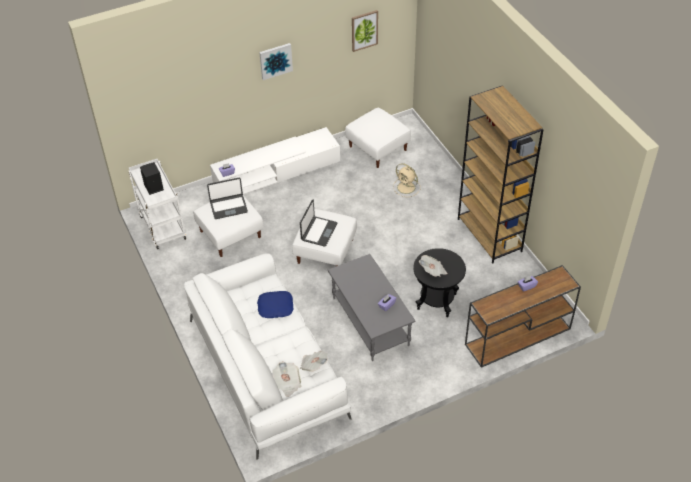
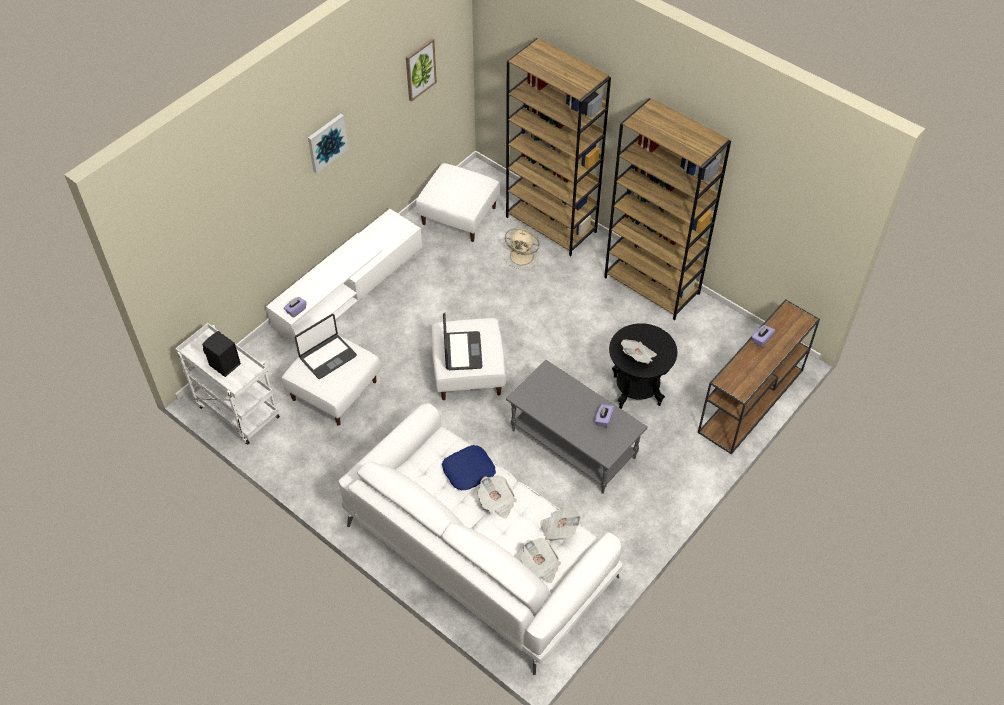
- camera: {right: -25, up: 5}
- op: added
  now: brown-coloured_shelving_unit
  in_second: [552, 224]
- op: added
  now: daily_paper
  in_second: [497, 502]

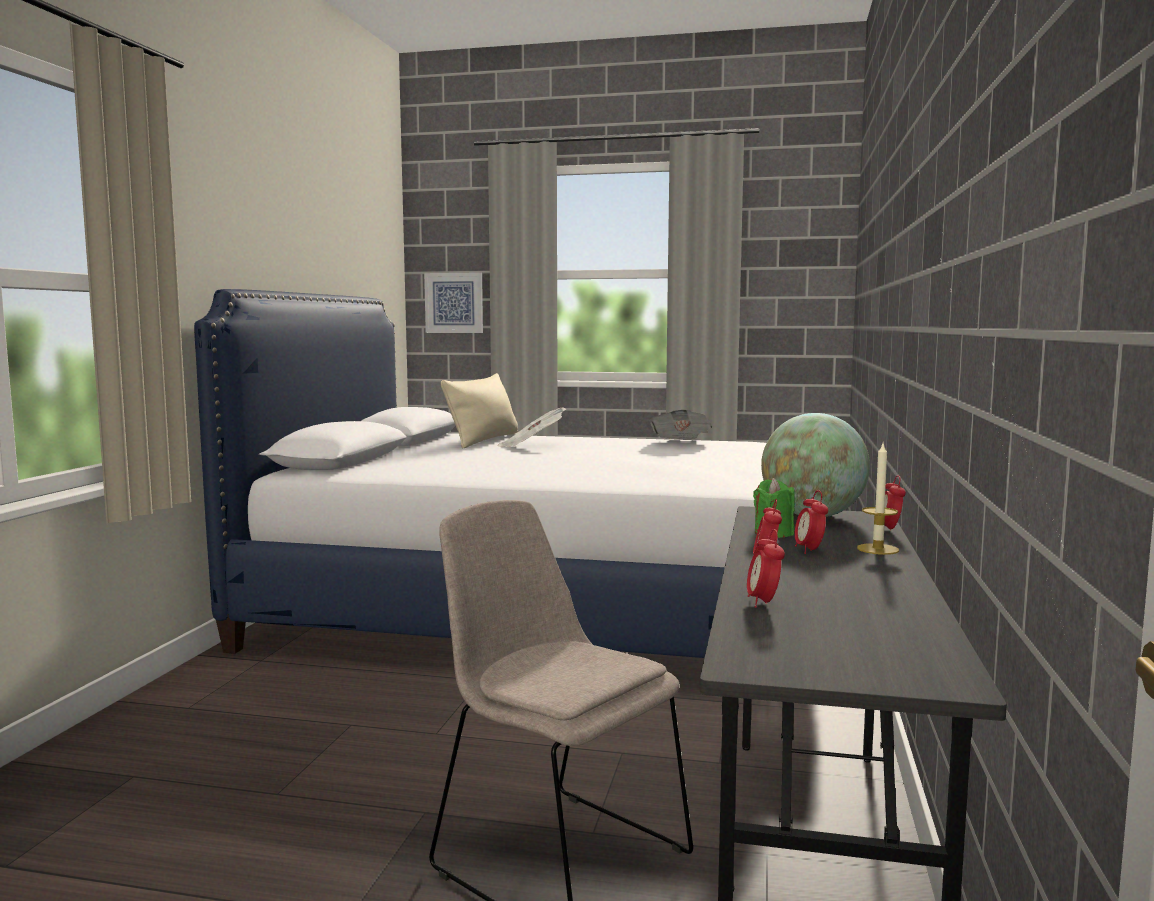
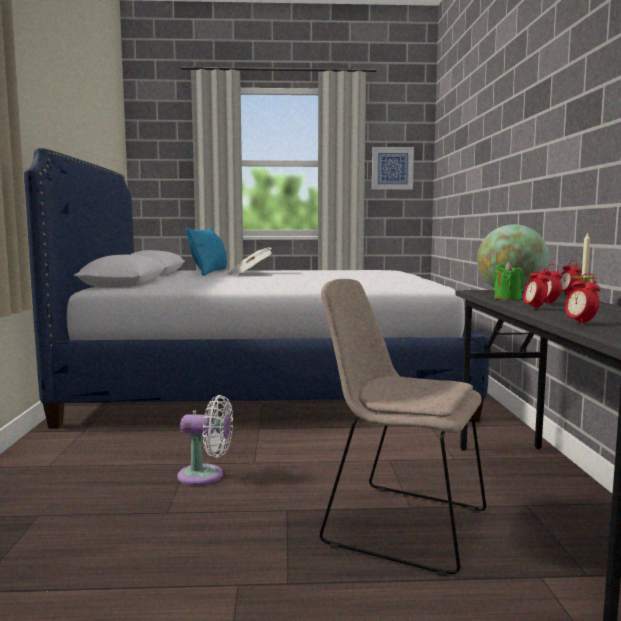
- camera: {right: -15, up: 0}
- op: moved
  was: wall_art
  in_first: [454, 303]
  in_second: [392, 168]
- op: recoloured
  was: sand-coloured_throw_pillow
  now: blue-coloured_throw_pillow
  in_first: [483, 440]
  in_second: [209, 272]
- op: removed
  was: daily_paper
  in_first: [680, 443]
- op: added
  now: whitish_electric_fan
  in_second: [205, 476]

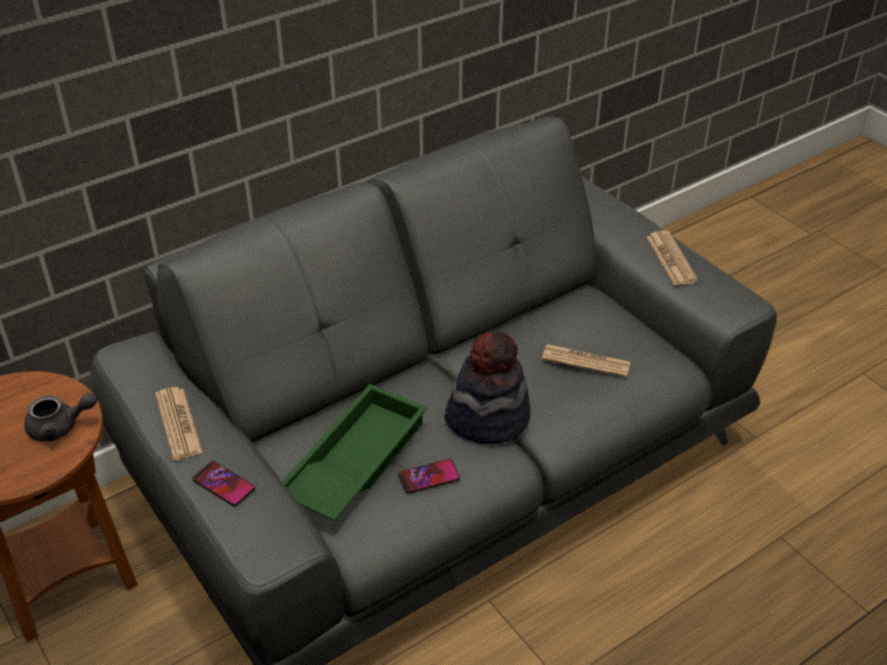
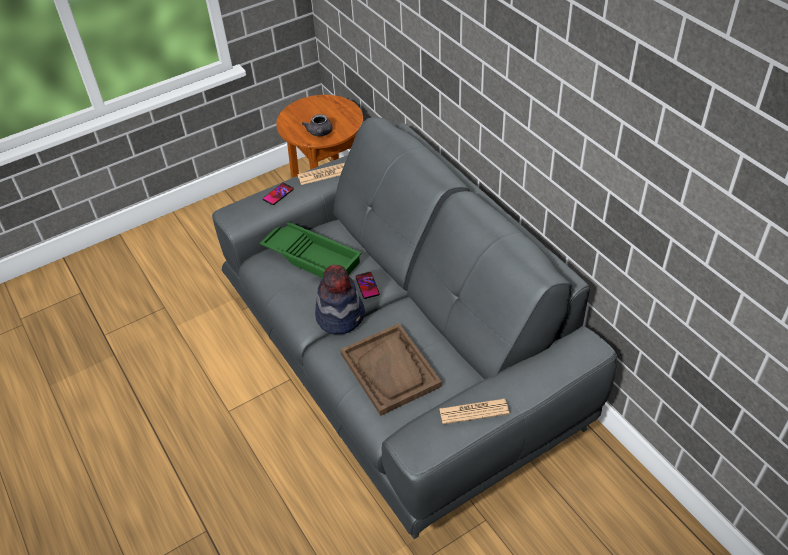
- camera: {right: 95, up: 5}
- op: replaced
  was: daily_paper
  now: brown-coloured_serving_tray
  in_first: [586, 361]
  in_second: [390, 370]
- op: moved
  was: telephone
  in_first: [429, 477]
  in_second: [367, 285]

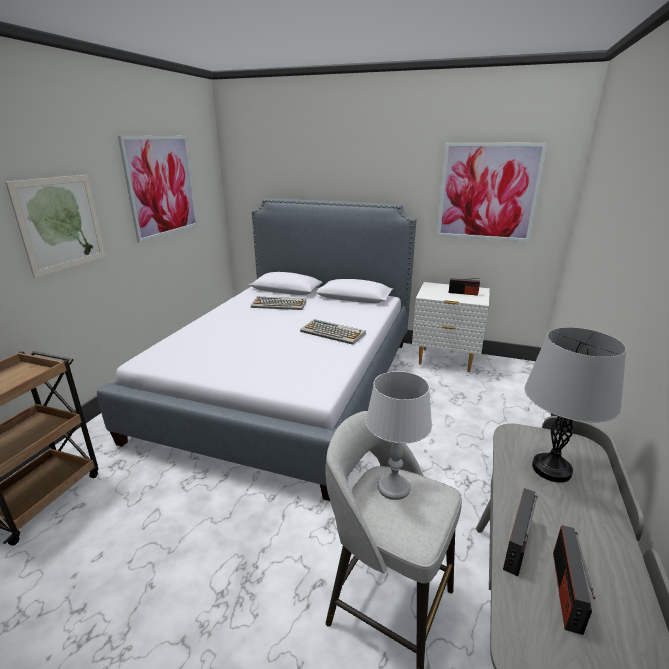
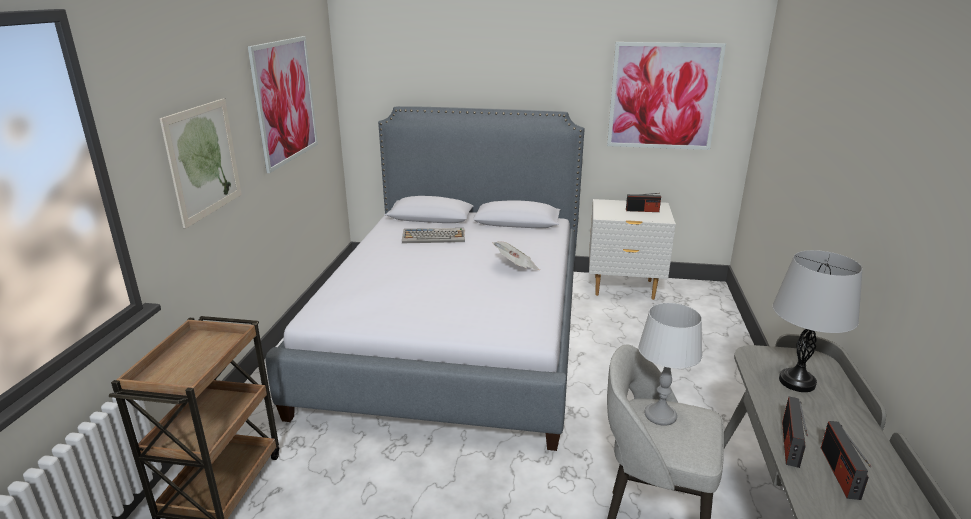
- camera: {right: -10, up: 0}
- op: replaced
  was: keyboard
  now: daily_paper
  in_first: [333, 333]
  in_second: [516, 267]

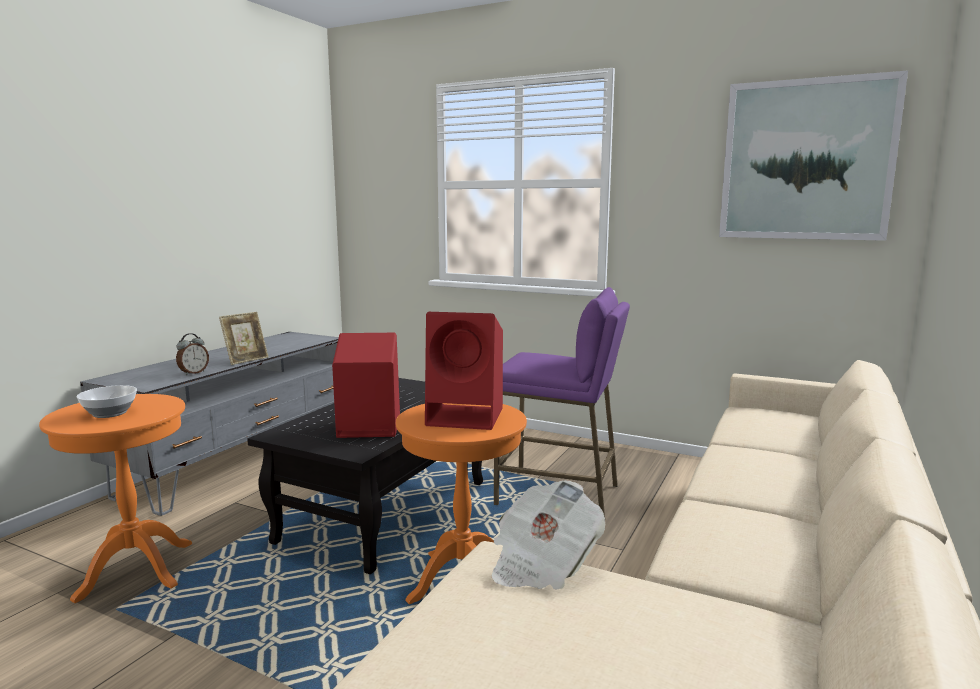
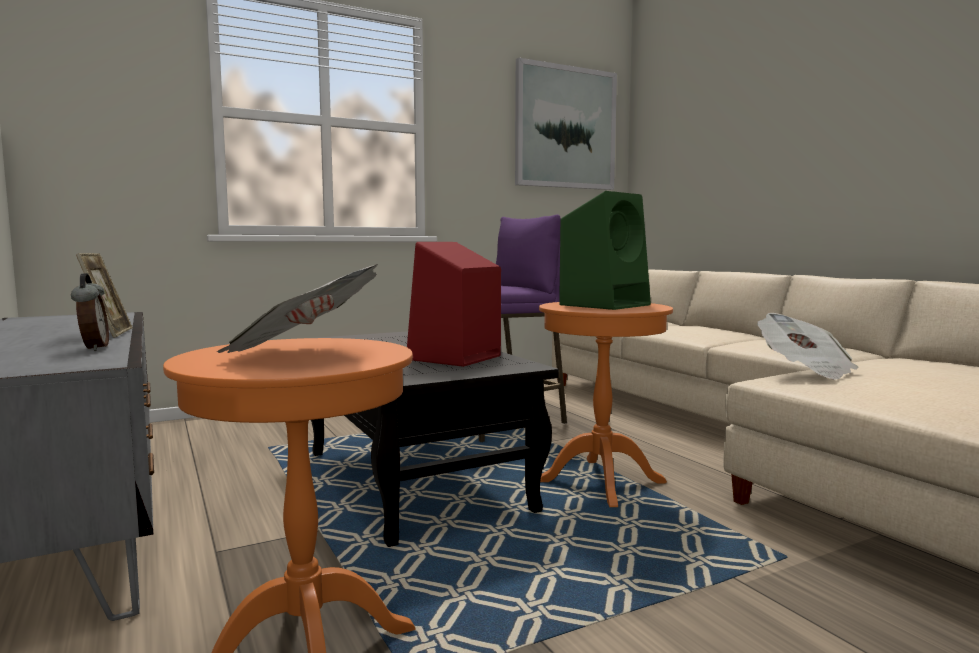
- camera: {right: -55, up: -5}
- op: recoloured
  was: red-coloured_loudspeaker
  now: green_loudspeaker
  in_first: [467, 417]
  in_second: [605, 305]
- op: replaced
  was: serving_bowl
  now: daily_paper
  in_first: [109, 413]
  in_second: [301, 355]

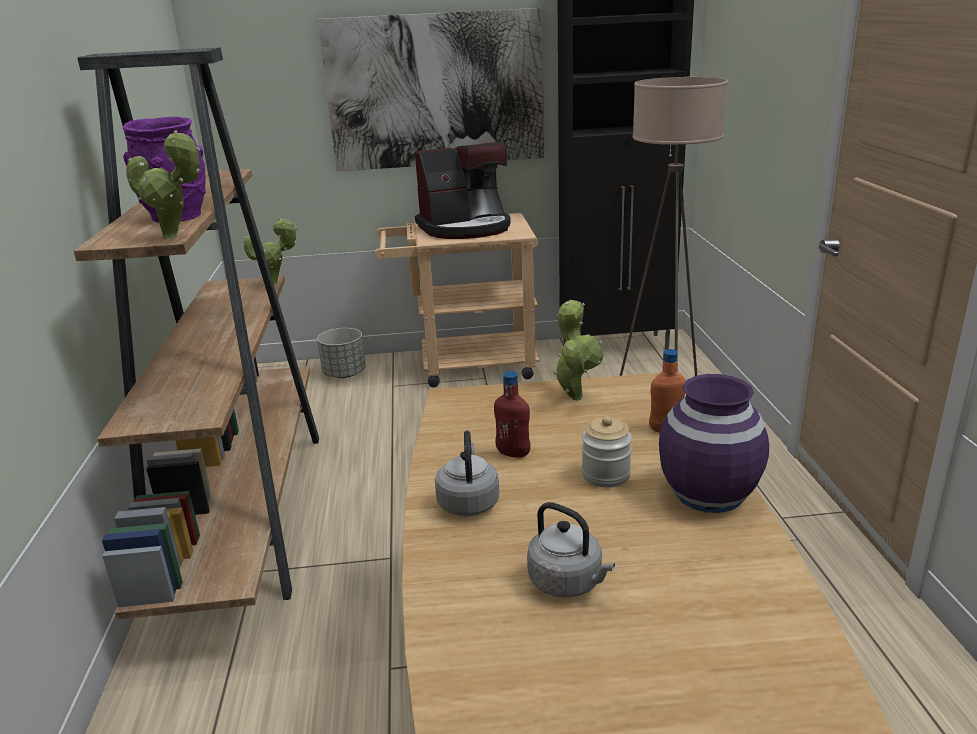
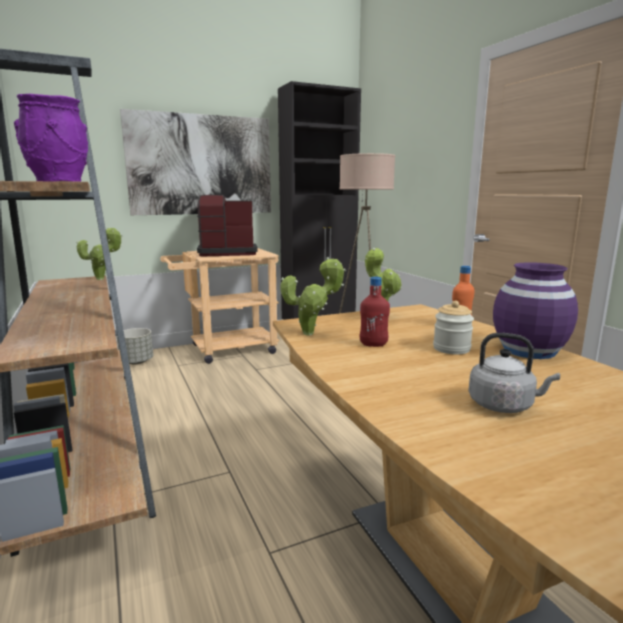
- camera: {right: -20, up: -10}
- op: moved
  was: houseplant
  in_first: [175, 237]
  in_second: [312, 333]
- op: turned
  was: coffee_maker
  in_first: [466, 228]
  in_second: [227, 253]
  clockwise: -150
- op: removed
  was: gray_water_kettle
  in_first: [468, 502]

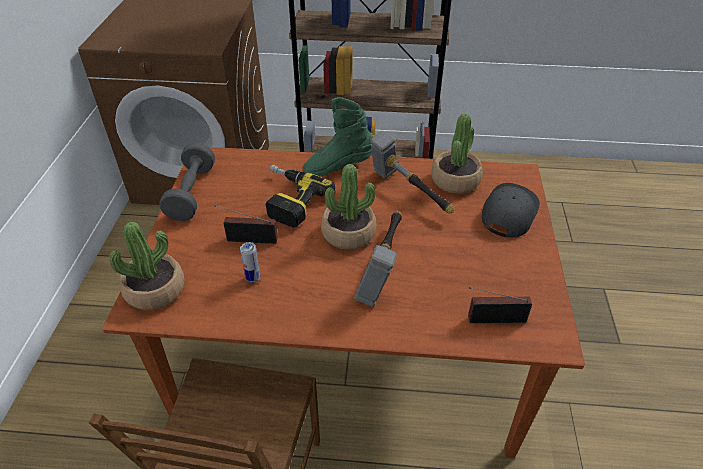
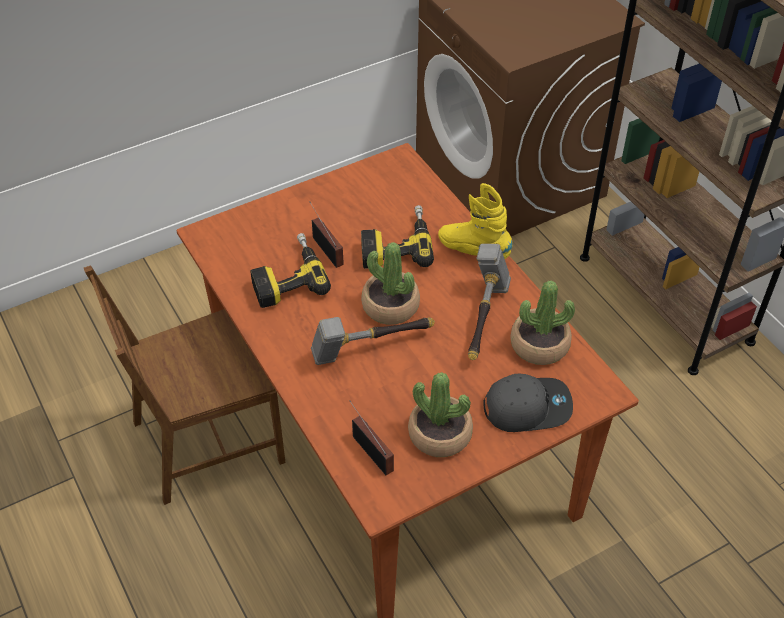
- camera: {right: 55, up: 5}
- op: recoloured
  was: green_boot
  now: yellowish_boot
  in_first: [338, 167]
  in_second: [474, 251]
- op: removed
  was: gray_free_weight
  in_first: [191, 193]
- op: moved
  was: houseplant
  in_first: [155, 290]
  in_second: [440, 434]
- op: replaced
  was: metal_can
  now: drill
  in_first: [253, 278]
  in_second: [287, 277]

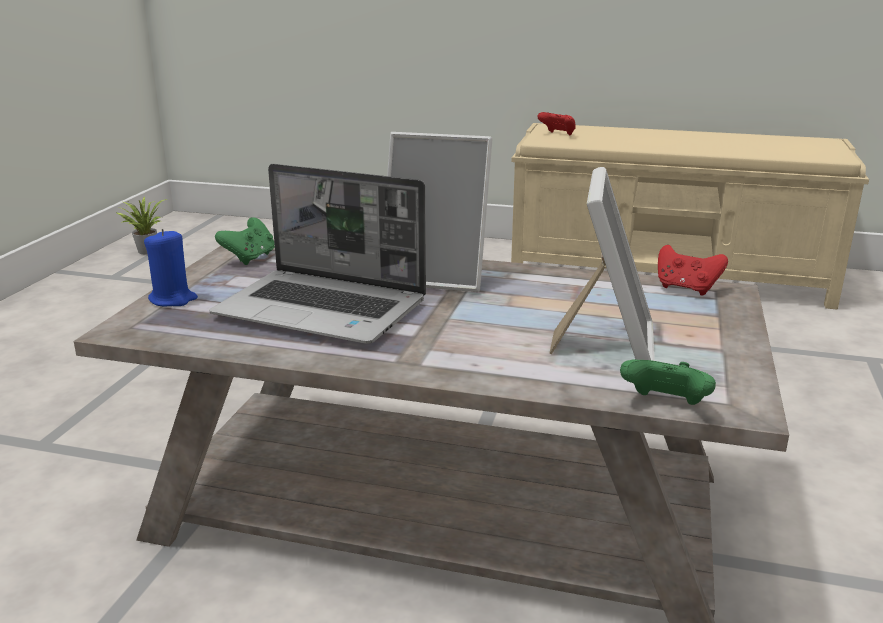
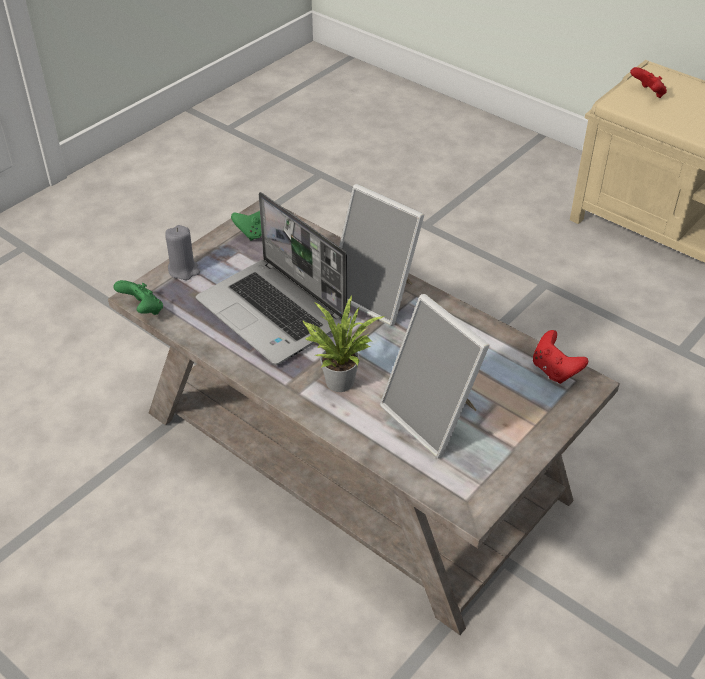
- camera: {right: 25, up: 20}
- op: turned
  was: picture_frame
  in_first: [606, 347]
  in_second: [433, 418]
  clockwise: 105
- op: moved
  was: houseplant
  in_first: [146, 250]
  in_second: [338, 379]
- op: recoloured
  was: blue-coloured_candle
  now: gray_candle
  in_first: [173, 299]
  in_second: [184, 270]
- op: moved
  was: green_game_controller
  in_first: [665, 405]
  in_second: [143, 310]

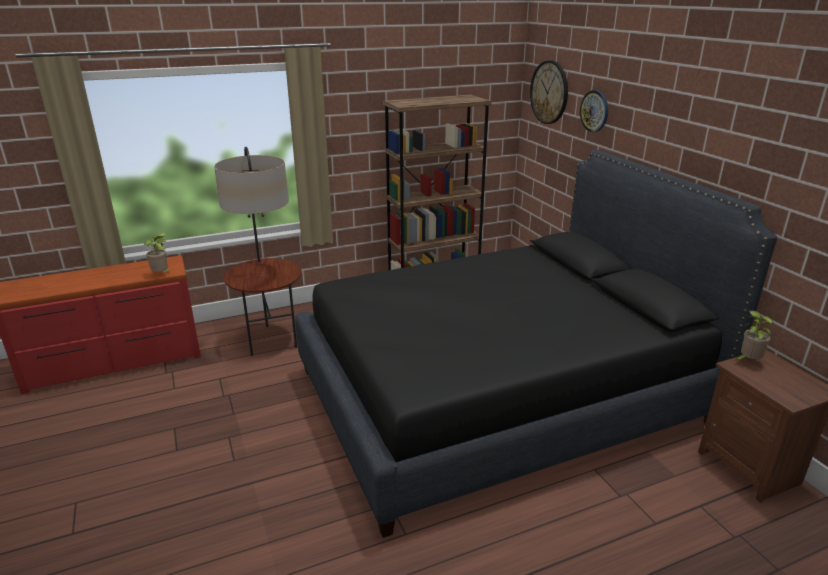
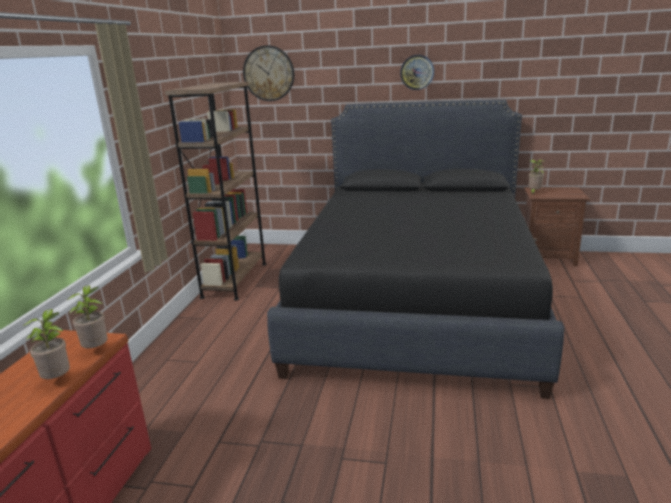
- camera: {right: -55, up: -5}
- op: moved
  was: wall_clock
  in_first: [594, 111]
  in_second: [417, 72]
- op: removed
  was: standard_lamp
  in_first: [271, 340]
- op: added
  now: houseplant
  in_second: [59, 380]

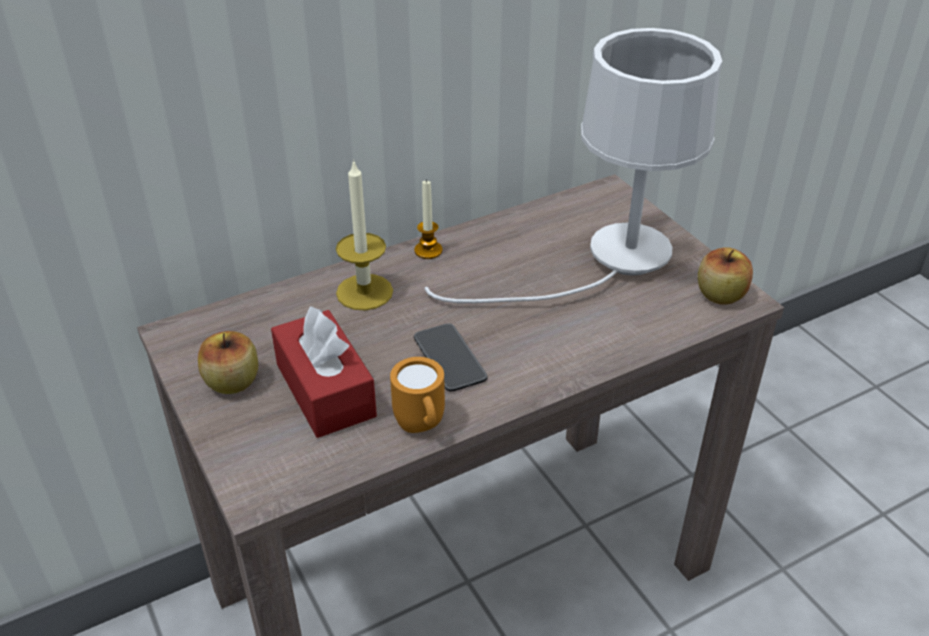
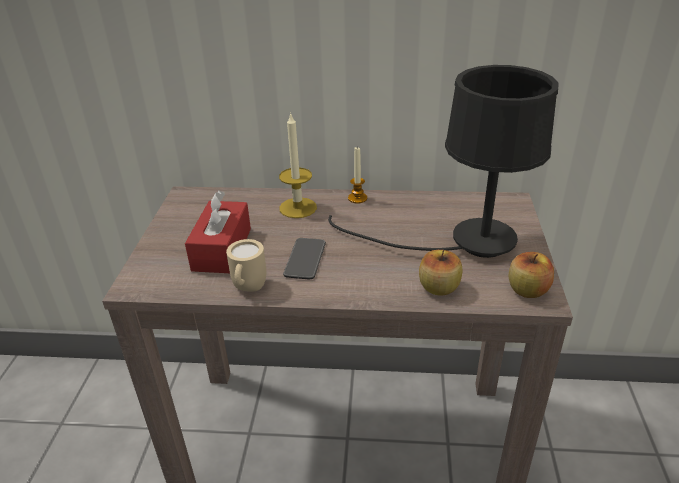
- camera: {right: 35, up: -5}
- op: recoloured
  was: whitish_table_lamp
  now: black-coloured_table_lamp
  in_first: [609, 266]
  in_second: [464, 245]
- op: moved
  was: apple
  in_first: [232, 382]
  in_second: [438, 288]
- op: recoloured
  was: orangey_tea_mug
  now: sand-coloured_tea_mug
  in_first: [422, 428]
  in_second: [248, 289]

